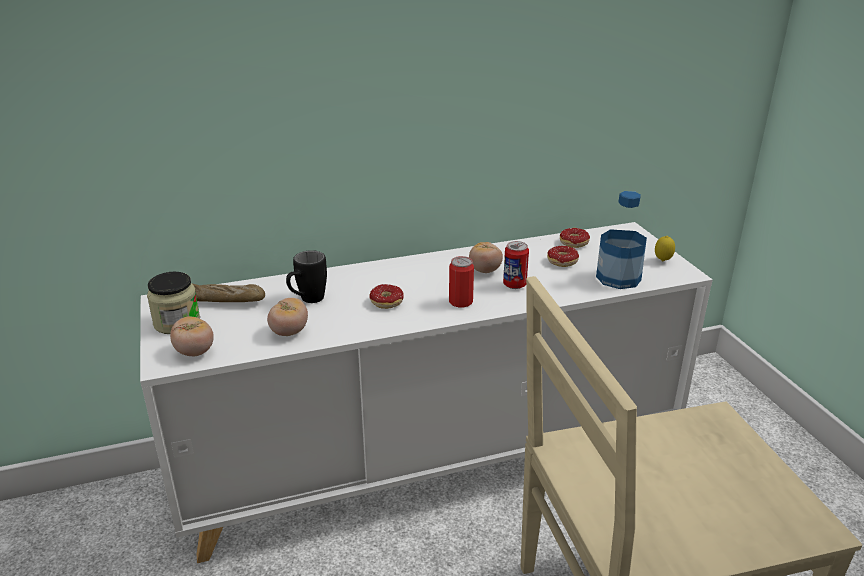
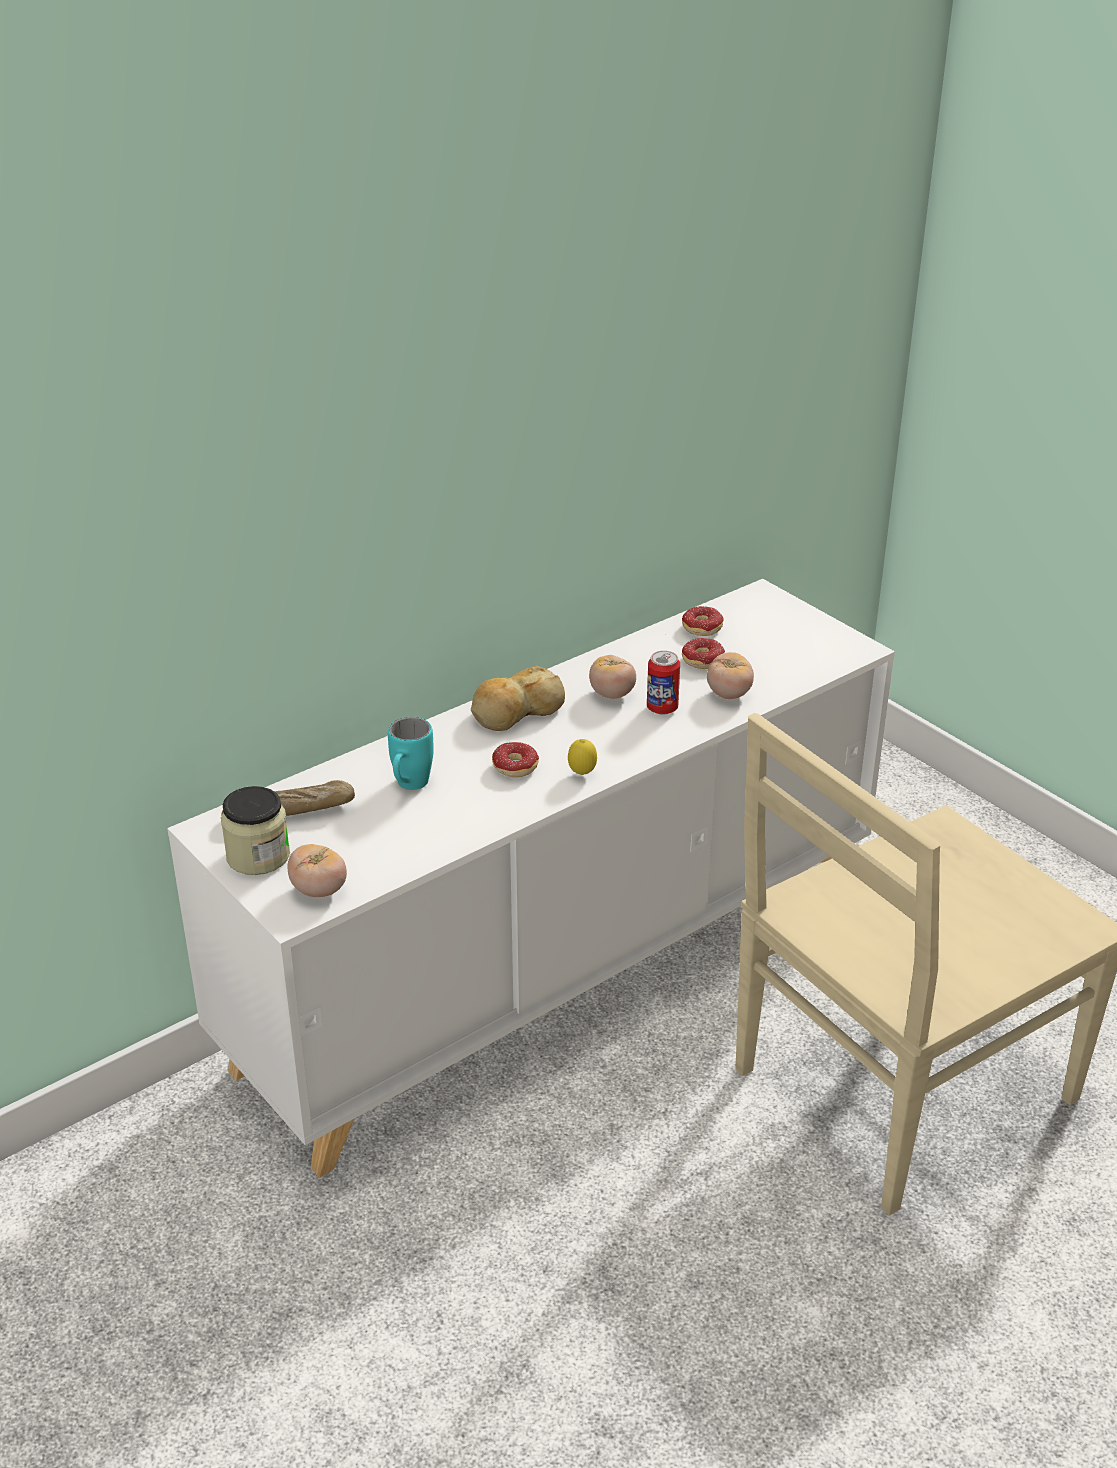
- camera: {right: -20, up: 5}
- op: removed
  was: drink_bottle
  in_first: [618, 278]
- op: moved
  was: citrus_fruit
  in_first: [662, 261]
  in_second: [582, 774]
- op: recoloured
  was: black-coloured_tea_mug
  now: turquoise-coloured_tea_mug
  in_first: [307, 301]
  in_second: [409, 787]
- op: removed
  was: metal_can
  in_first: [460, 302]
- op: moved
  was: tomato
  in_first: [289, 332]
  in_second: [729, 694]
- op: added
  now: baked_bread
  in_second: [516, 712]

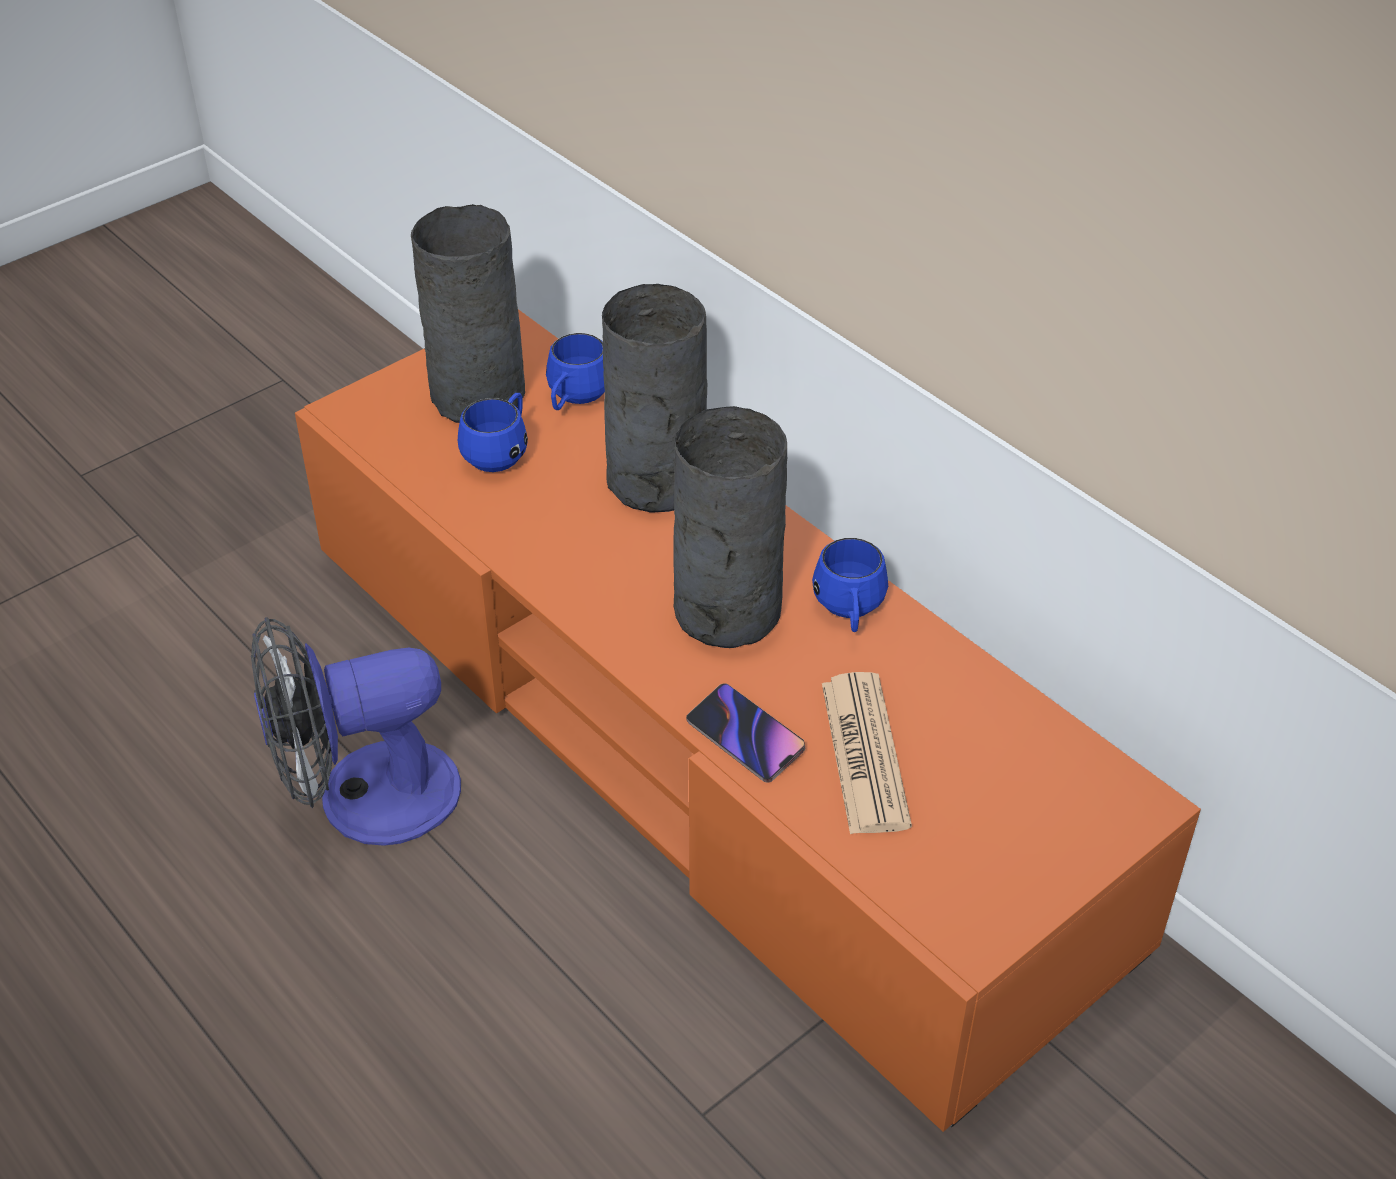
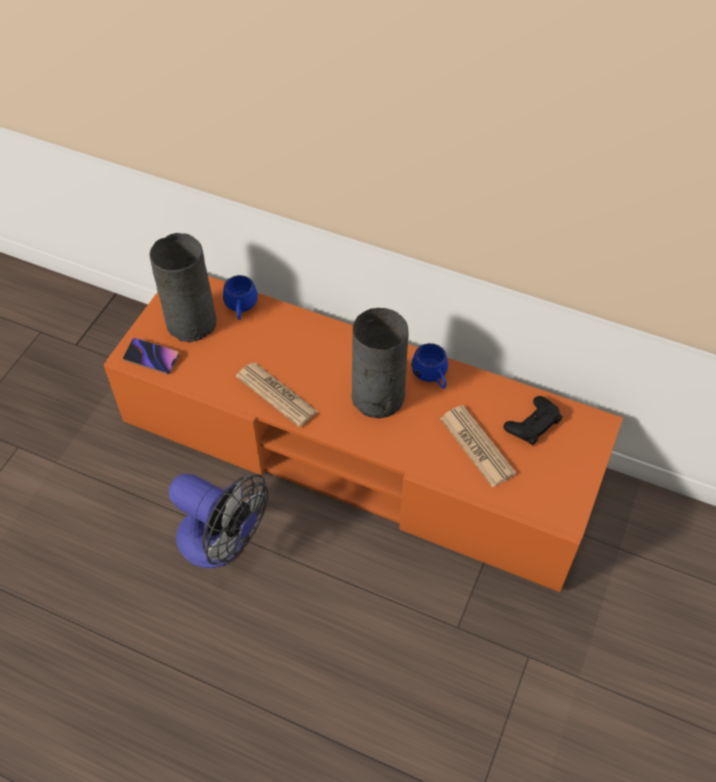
- camera: {right: -25, up: 10}
- op: removed
  was: gray_decorative_vase
  in_first: [655, 482]
- op: removed
  was: blue-coloured_tea_mug
  in_first: [501, 452]
- op: turned
  was: electric_fan
  in_first: [364, 800]
  in_second: [222, 543]
  clockwise: -105
- op: moved
  was: telephone
  in_first: [745, 737]
  in_second: [152, 358]
- op: added
  now: daily_paper
  in_second: [276, 394]
- op: added
  now: black-coloured_game_controller
  in_second: [532, 424]

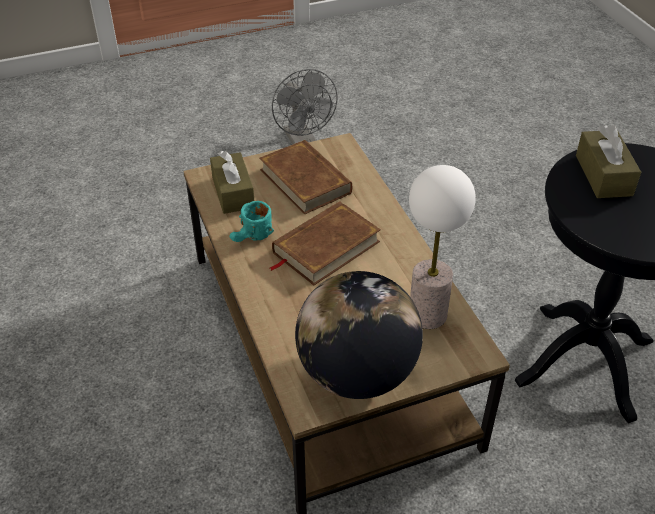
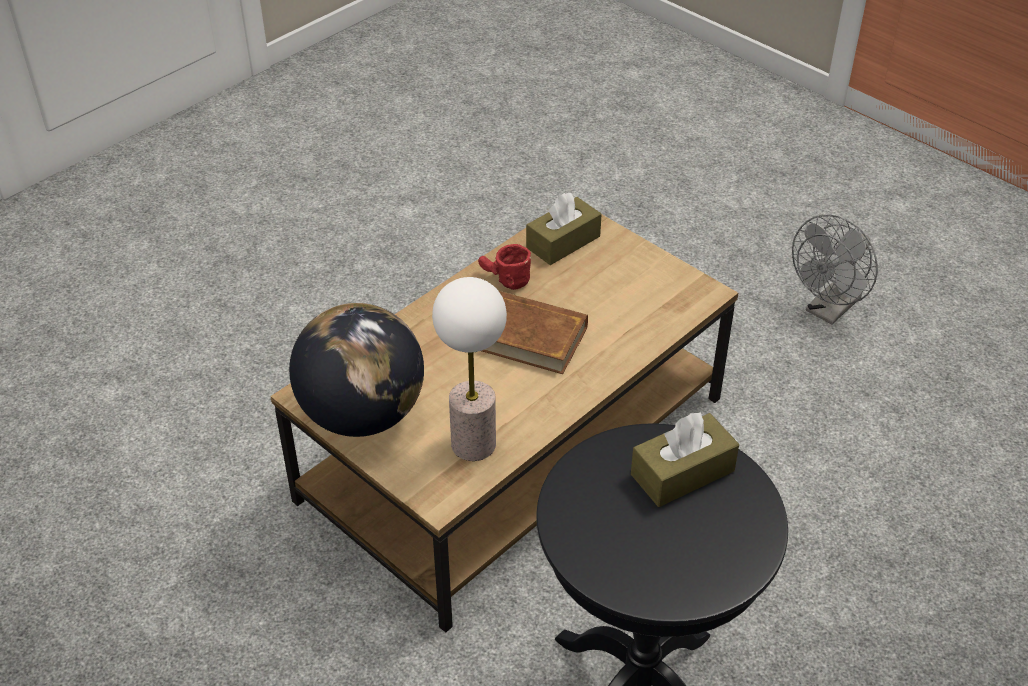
- camera: {right: 65, up: 0}
- op: removed
  was: brown-coloured_volume
  in_first: [305, 181]
- op: recoloured
  was: turquoise-coloured_tea_mug
  now: red-coloured_tea_mug
  in_first: [252, 238]
  in_second: [503, 280]

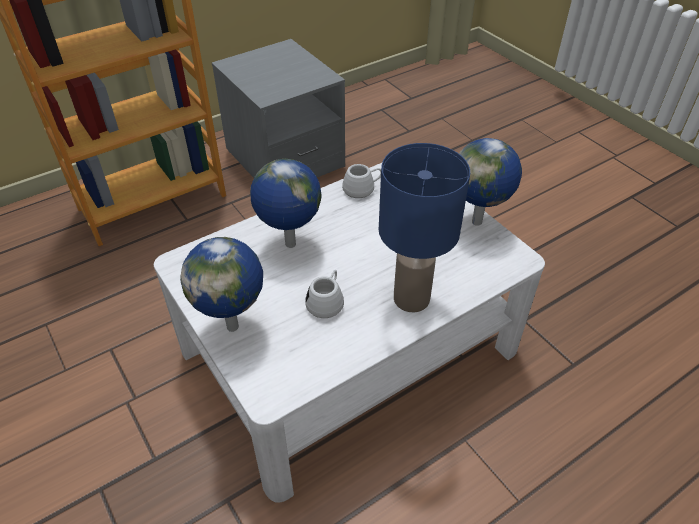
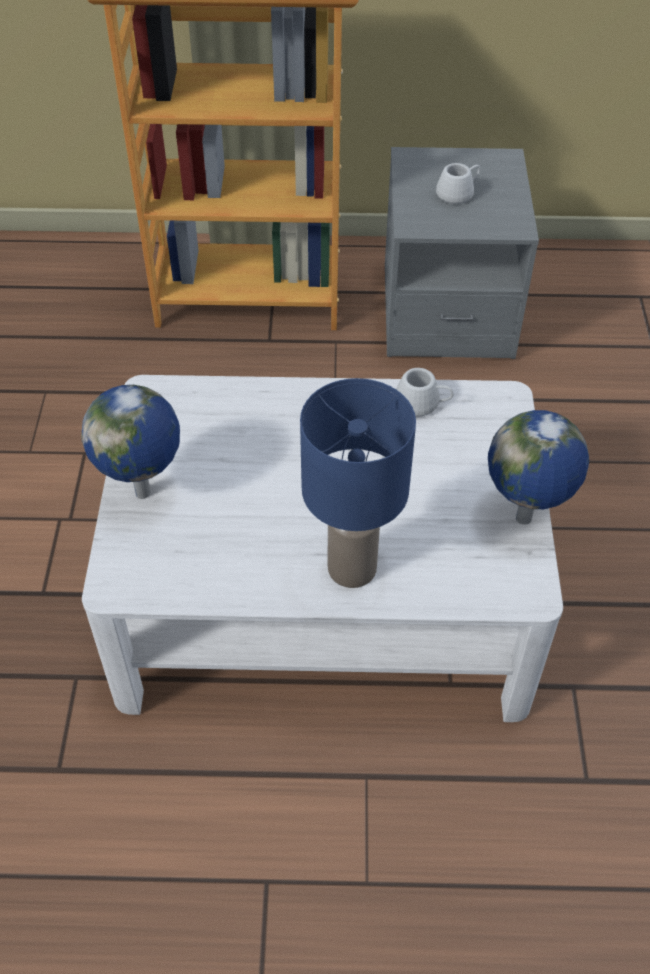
- camera: {right: 35, up: 5}
- op: removed
  was: desk_globe
  in_first: [289, 245]
- op: moved
  was: whitish_tea_mug
  in_first: [327, 301]
  in_second: [458, 193]

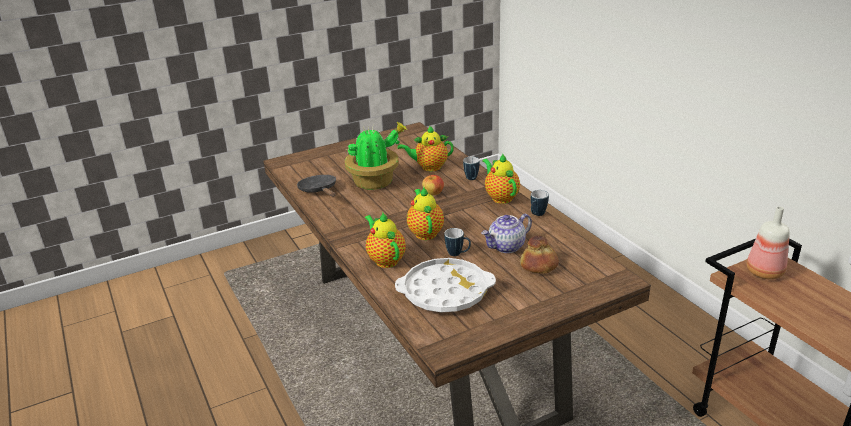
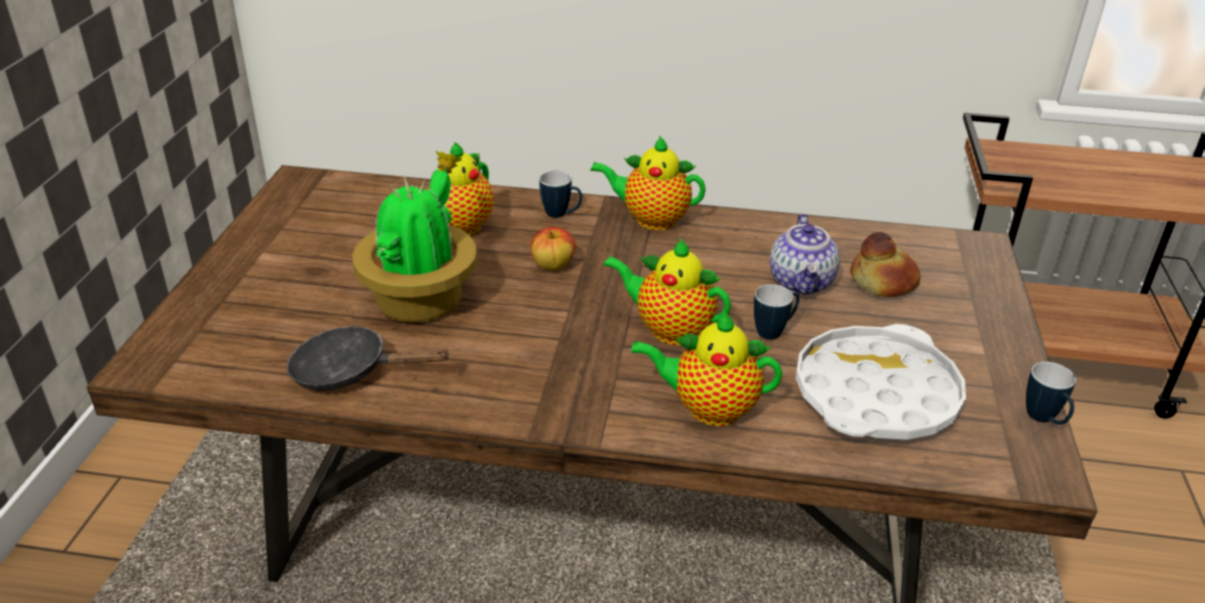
- camera: {right: -55, up: 5}
- op: moved
  was: tea_mug
  in_first: [537, 215]
  in_second: [1044, 420]
- op: removed
  was: drink_bottle
  in_first: [763, 272]

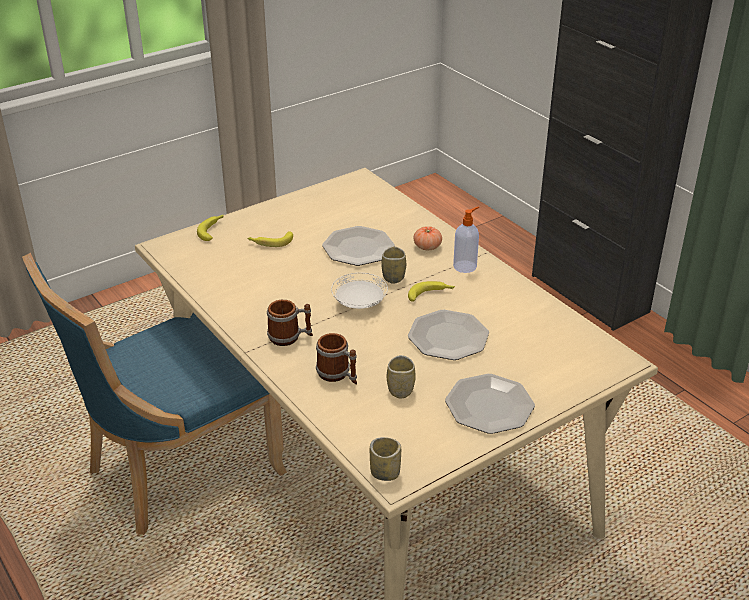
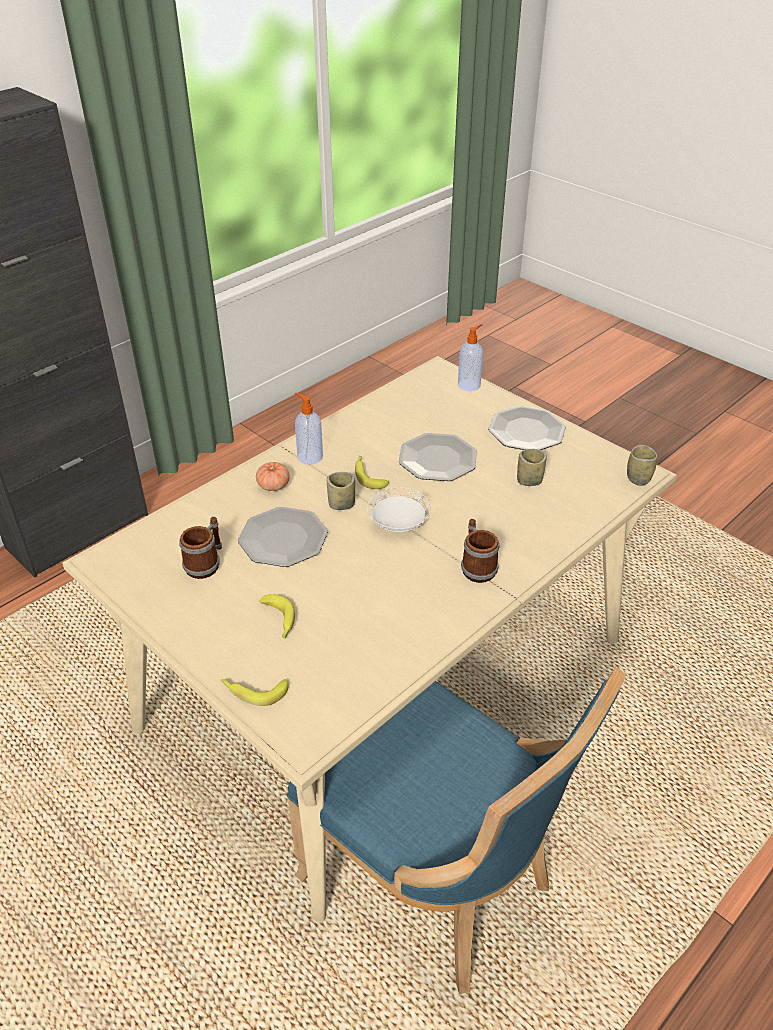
- camera: {right: -100, up: 5}
- op: moved
  was: tea_mug
  in_first: [338, 375]
  in_second: [206, 563]
- op: added
  now: soap_dispenser
  in_second: [469, 385]

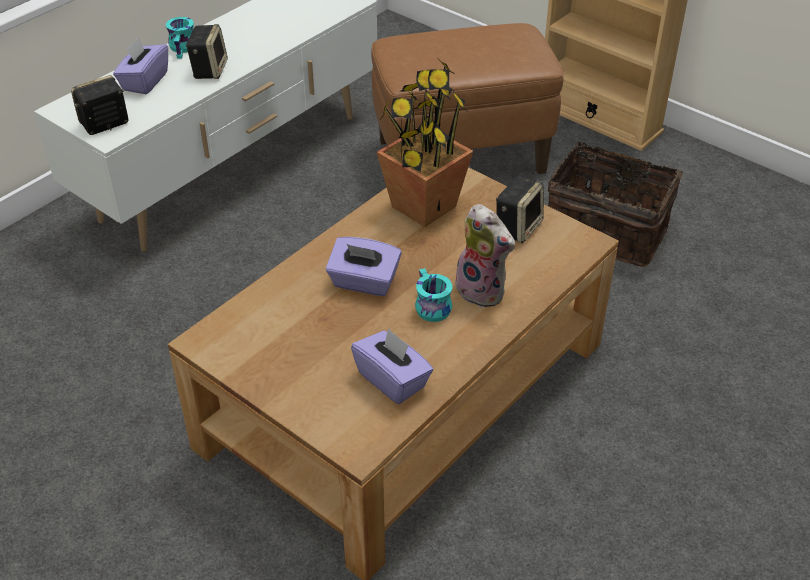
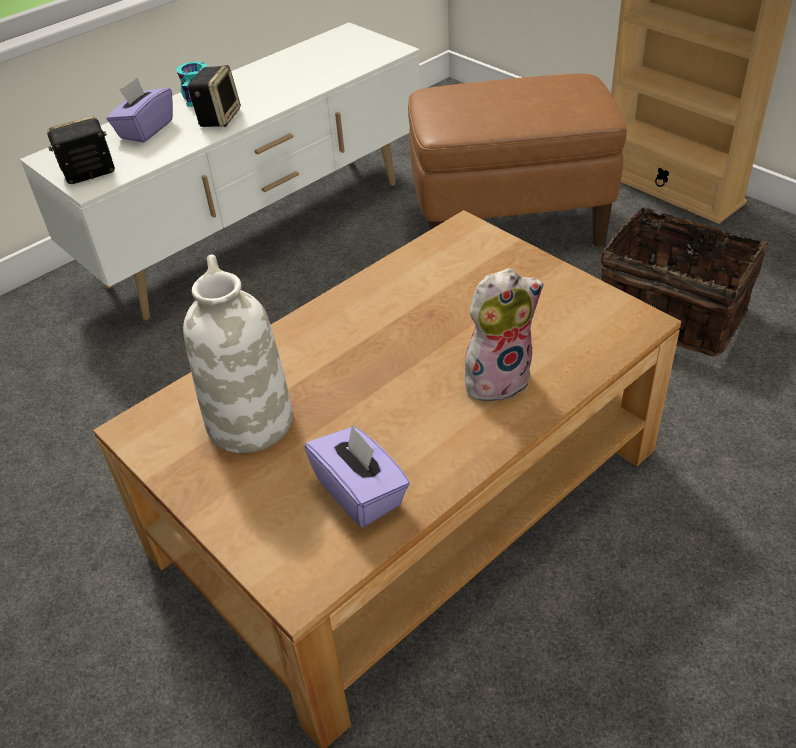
- camera: {right: 10, up: 0}
- op: removed
  was: houseplant
  in_first: [423, 207]
- op: removed
  was: loudspeaker
  in_first: [518, 227]
- op: turned
  was: soft_toy
  in_first: [483, 290]
  in_second: [497, 379]
  clockwise: -75
- op: removed
  was: purple_tissue_box
  in_first: [364, 282]
- op: removed
  was: turquoise-coloured_tea_mug
  in_first: [428, 306]
- op: added
  now: whitish_decorative_vase
  in_second: [248, 421]

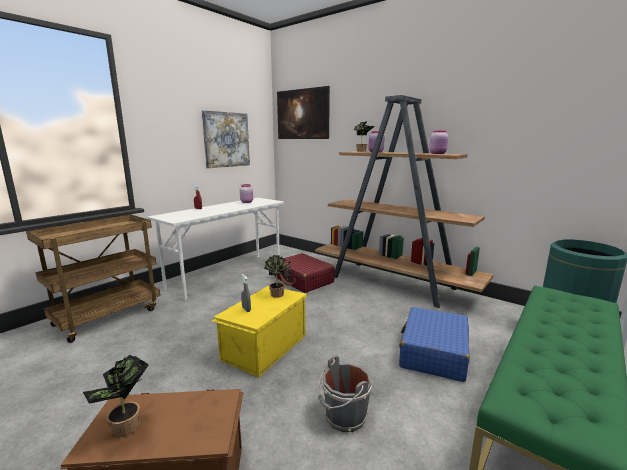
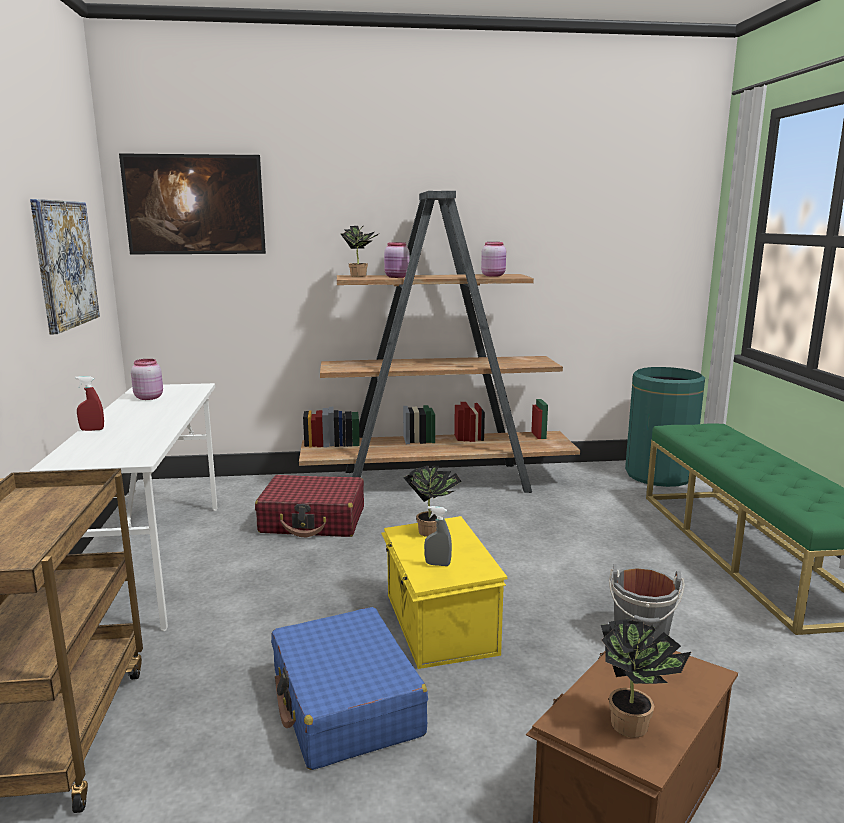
- camera: {right: -45, up: 0}
- op: moved
  was: blue-coloured_travel_case
  in_first: [433, 352]
  in_second: [345, 704]

